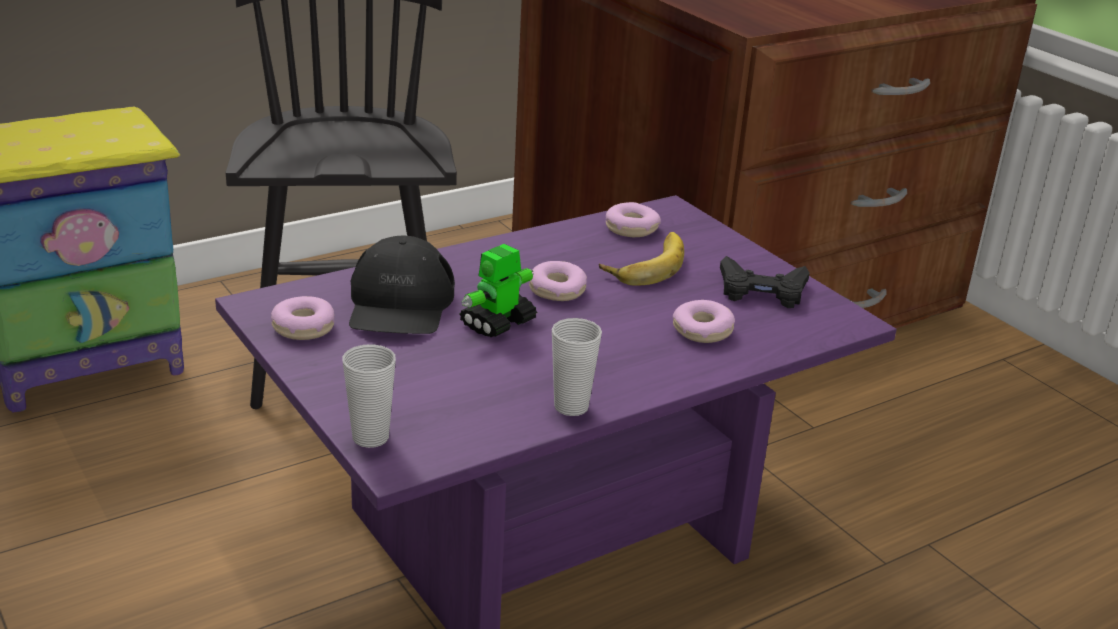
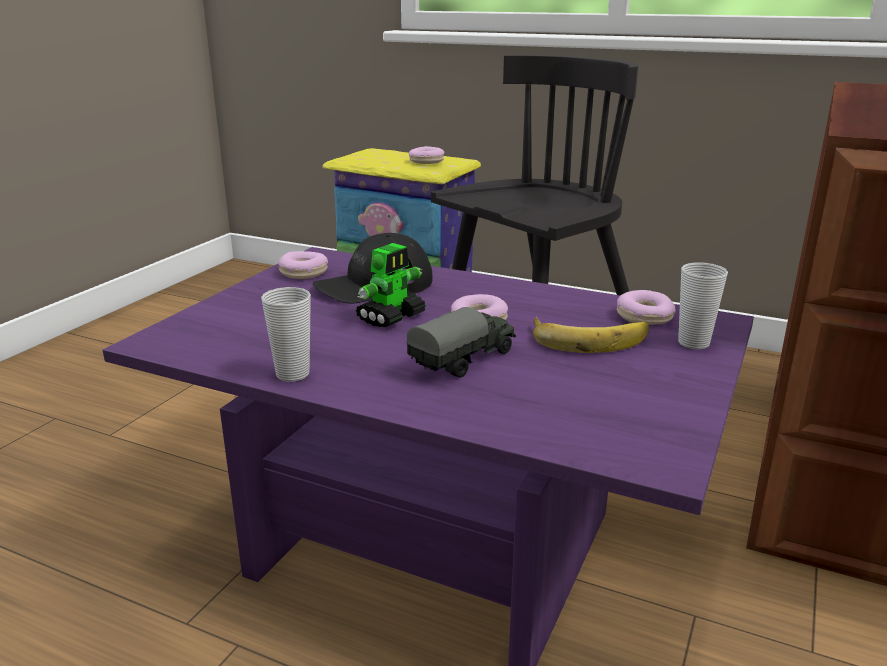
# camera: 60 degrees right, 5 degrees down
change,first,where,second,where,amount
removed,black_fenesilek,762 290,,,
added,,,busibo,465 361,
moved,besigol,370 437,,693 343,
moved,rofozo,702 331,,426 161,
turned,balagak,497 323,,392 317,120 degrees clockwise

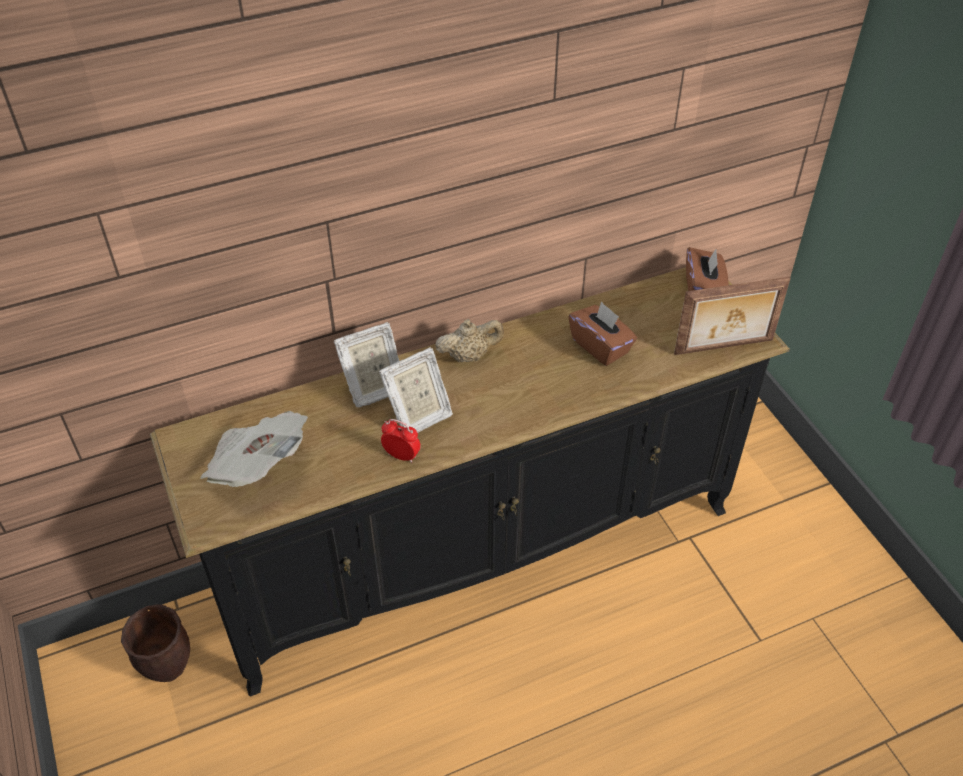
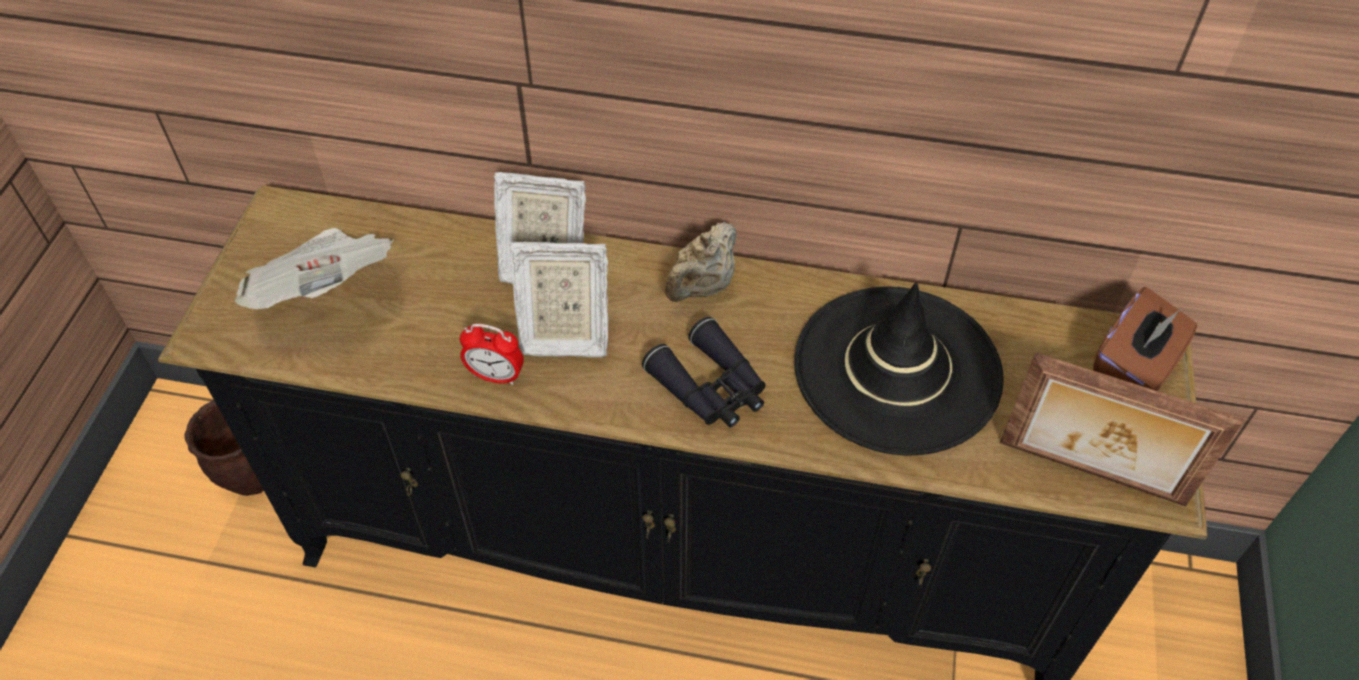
# camera: 35 degrees right, 5 degrees up
change,first,where,second,where,amount
added,,,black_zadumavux,711 388,
replaced,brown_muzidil,600 346,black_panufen,897 370,
turned,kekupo,401 455,,496 376,135 degrees clockwise
turned,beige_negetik,469 356,,702 287,105 degrees clockwise

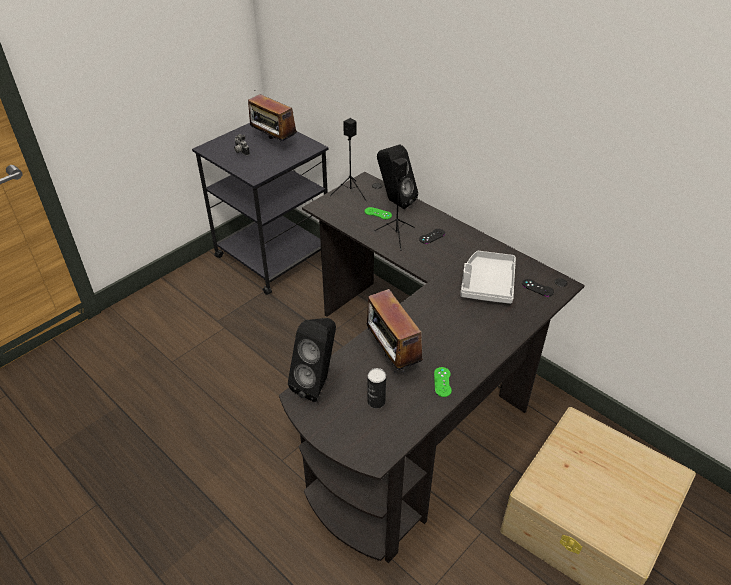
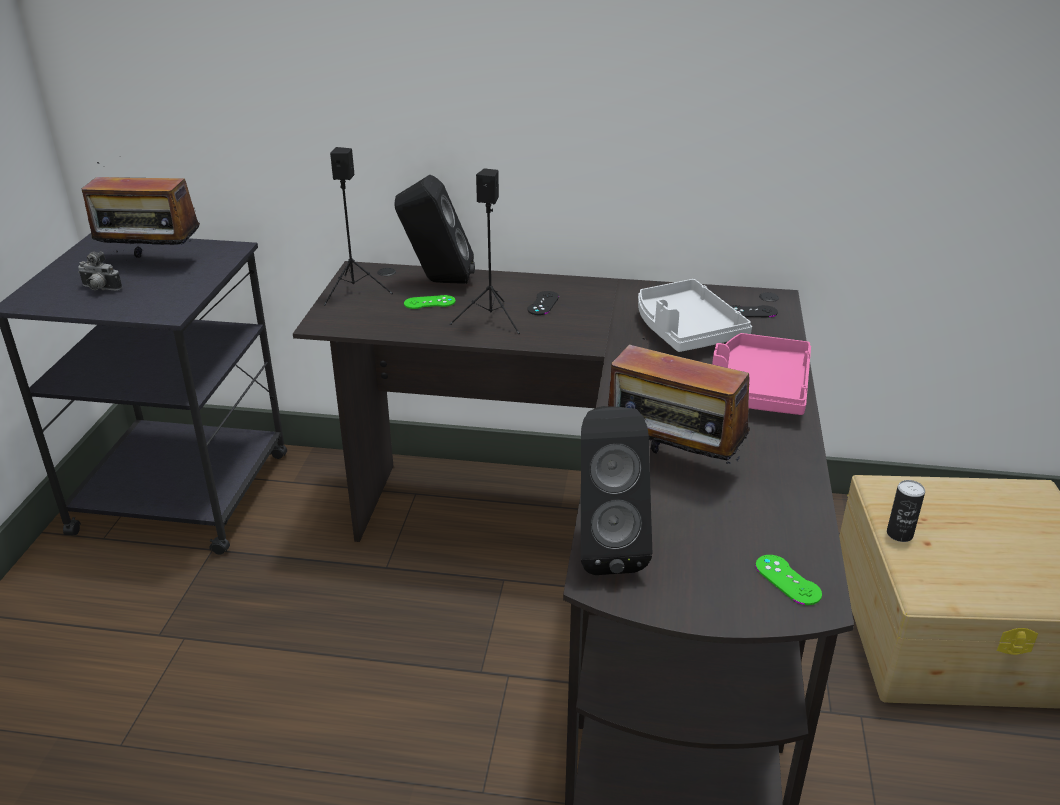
# camera: 35 degrees left, 10 degrees down
change,first,where,second,where,amount
added,,,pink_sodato,758 388,
moved,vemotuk,376 401,,899 534,
moved,green_fenesilek,442 382,,787 580,

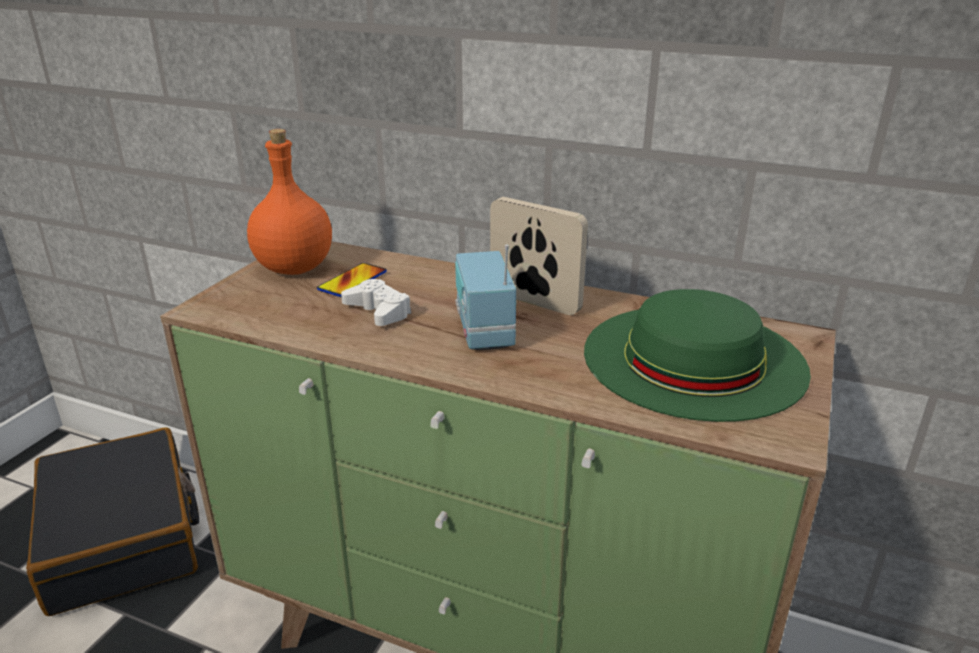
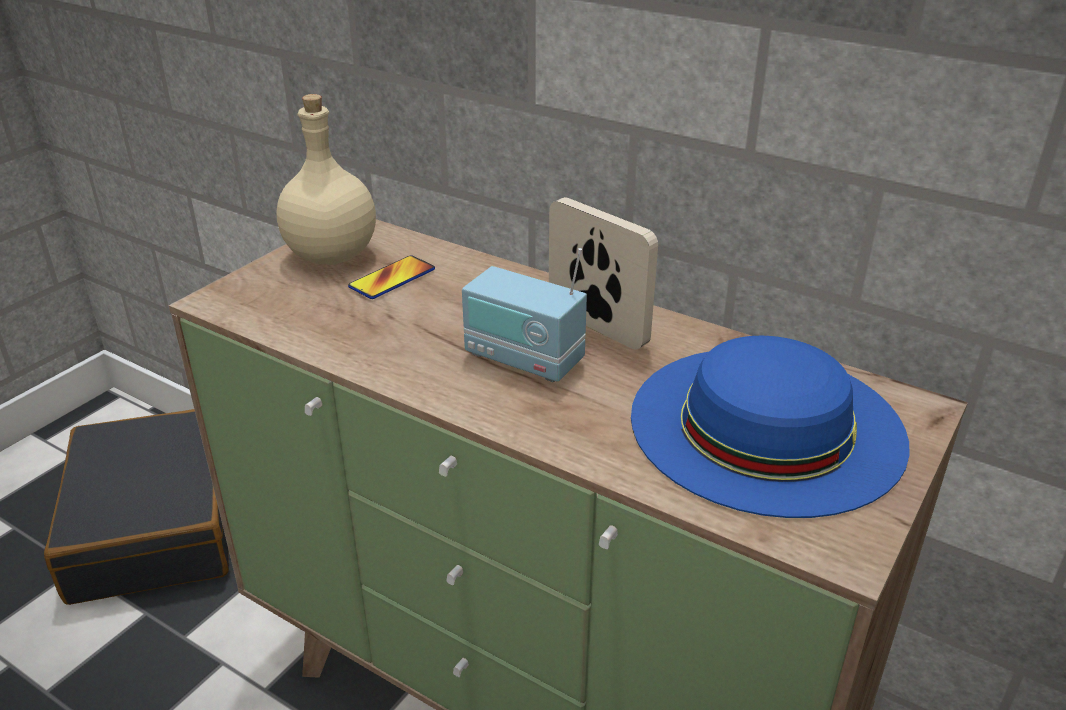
# camera: 10 degrees right, 5 degrees up
change,first,where,second,where,amount
removed,white_fenesilek,378 311,,,
recoloured,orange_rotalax,295 269,beige_rotalax,332 256,
recoloured,green_panufen,694 359,blue_panufen,766 425,
turned,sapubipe,483 330,,523 359,60 degrees counterclockwise

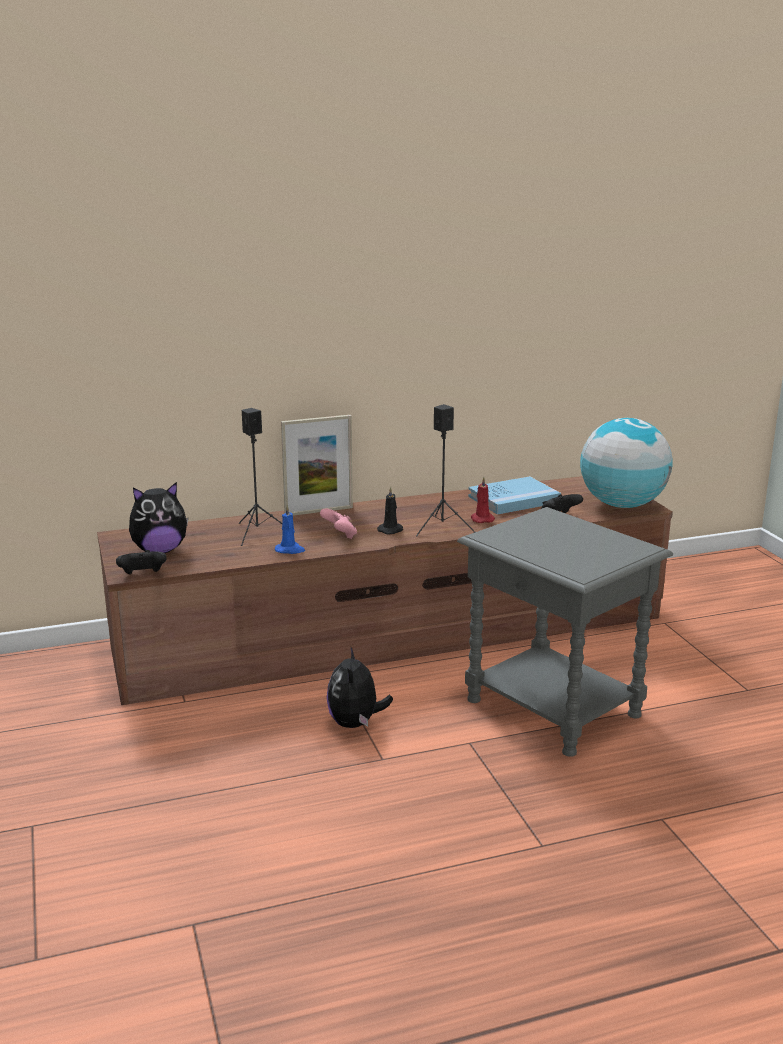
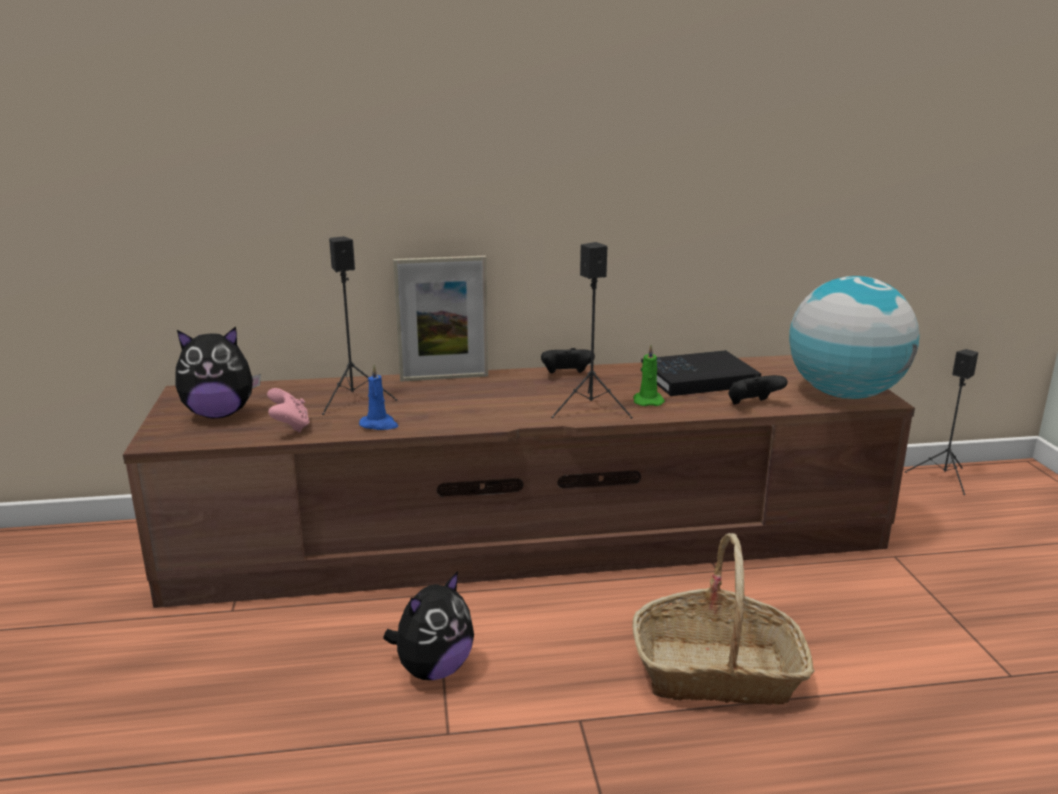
# camera: 10 degrees right, 0 degrees up
change,first,where,second,where,amount
removed,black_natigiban,391 530,,,
added,,,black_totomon,944 478,
moved,black_fenesilek,143 575,,566 375,
moved,pink_fenesilek,340 536,,290 427,
replaced,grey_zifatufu,555 706,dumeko,717 672,
recoloured,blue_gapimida,513 499,black_gapimida,699 378,
recoloured,red_natigiban,481 519,green_natigiban,647 401,
turned,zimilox,356 723,,433 669,150 degrees counterclockwise

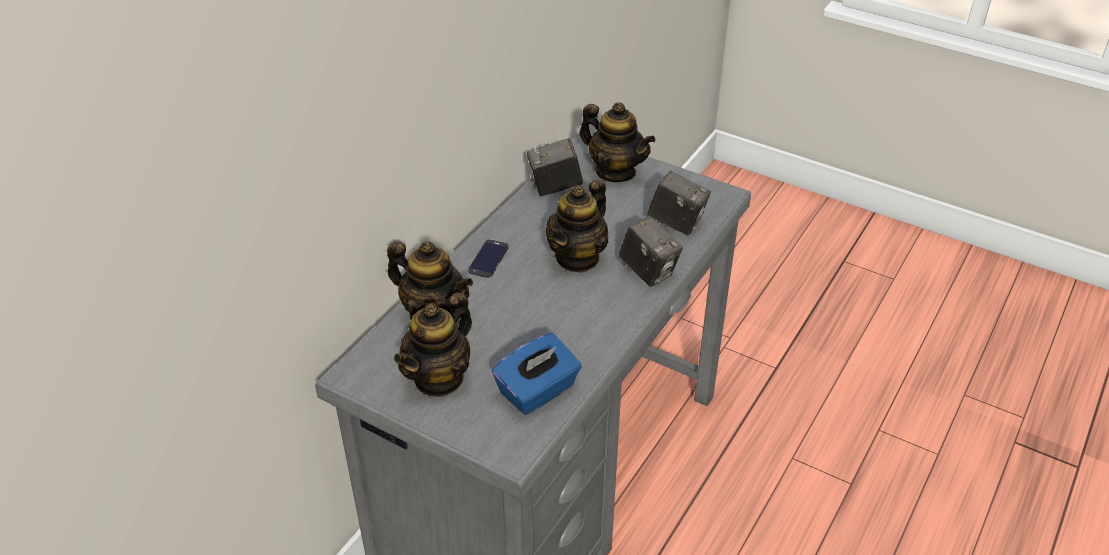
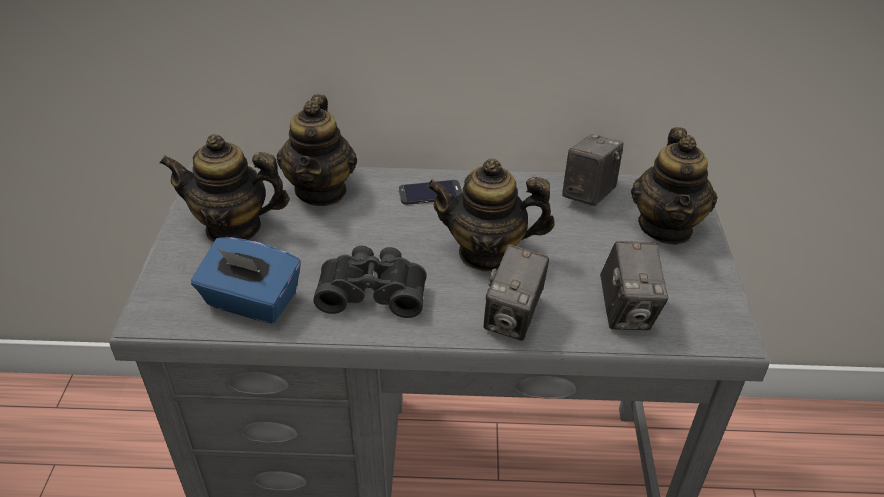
# camera: 60 degrees right, 0 degrees up
change,first,where,second,where,amount
added,,,black_zadumavux,373 291,
turned,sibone,555 187,,588 194,75 degrees clockwise

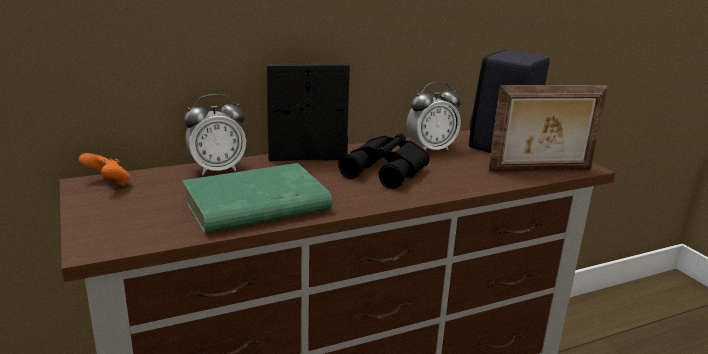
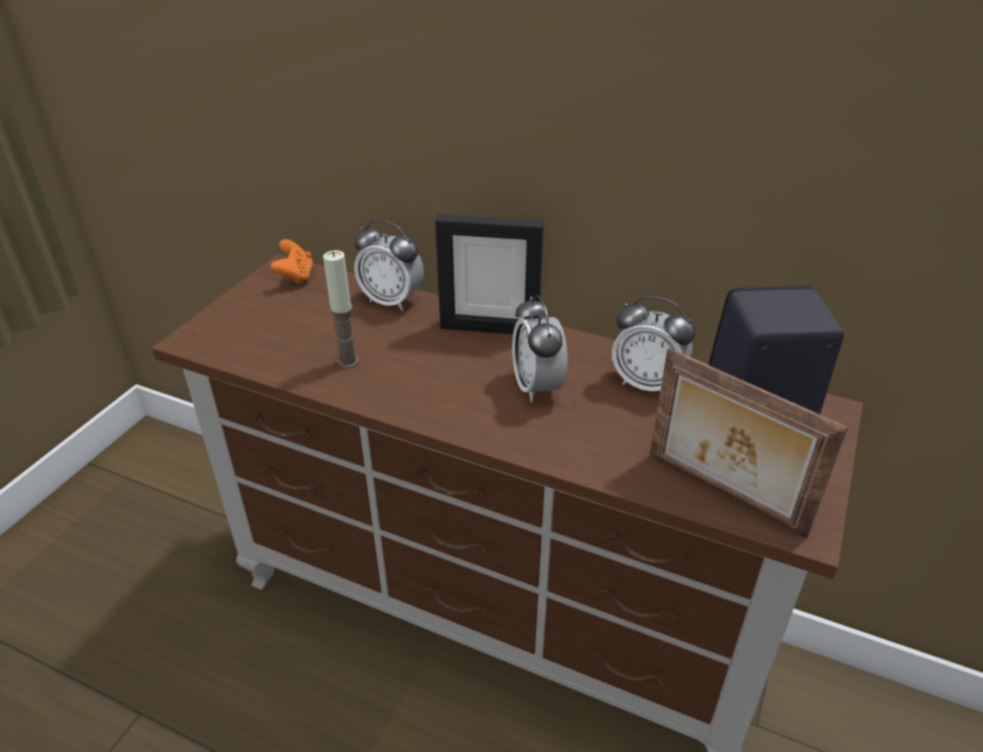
# camera: 50 degrees right, 15 degrees up
change,first,where,second,where,amount
replaced,green_gapimida,255 205,natigiban,348 361,
replaced,black_zadumavux,387 170,kekupo,537 387,
turned,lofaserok,307 158,,490 327,150 degrees clockwise

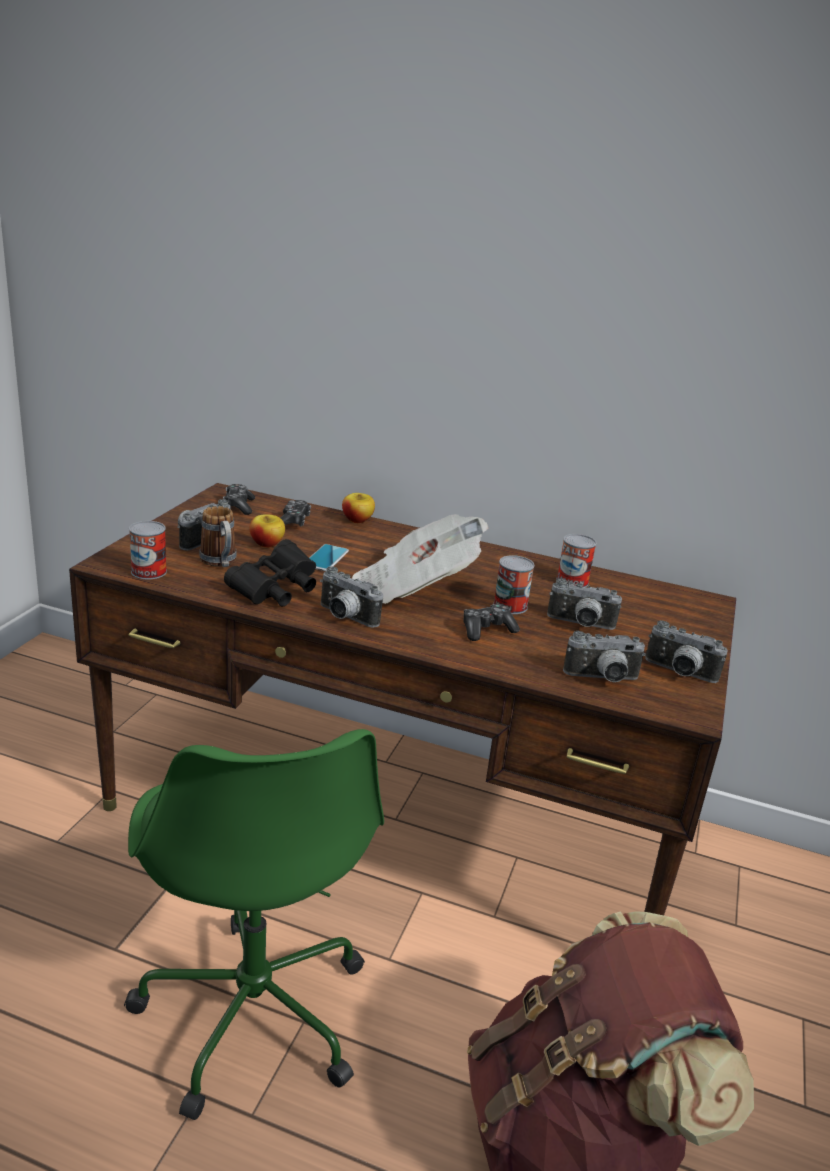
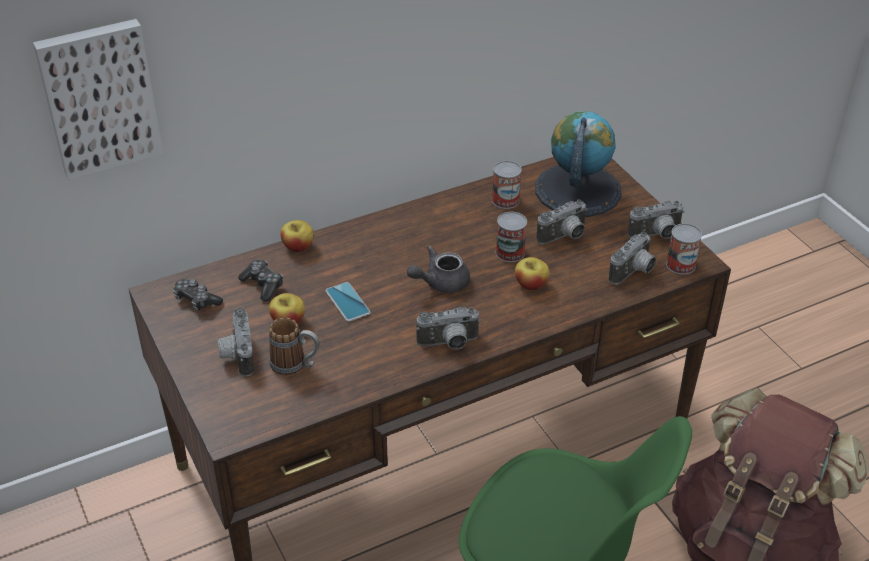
# camera: 45 degrees left, 15 degrees up
change,first,where,second,where,amount
removed,black_zadumavux,275 591,,,
added,,,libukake,99 97,
added,,,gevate,577 190,
moved,vemotuk,149 571,,680 264,
replaced,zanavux,415 588,grey_negetik,440 283,
replaced,fenesilek,487 630,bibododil,531 284,

